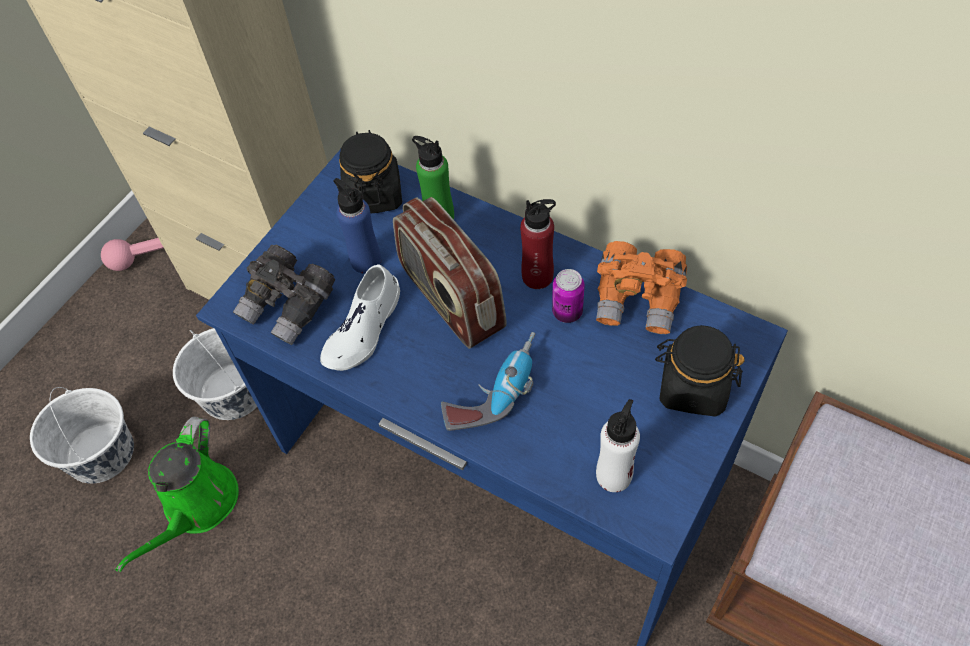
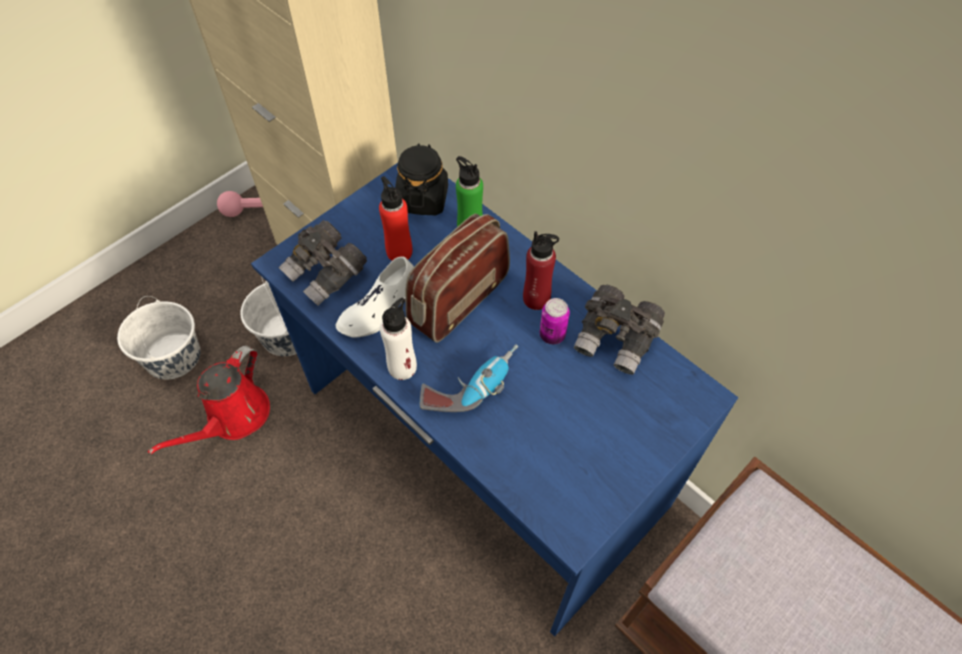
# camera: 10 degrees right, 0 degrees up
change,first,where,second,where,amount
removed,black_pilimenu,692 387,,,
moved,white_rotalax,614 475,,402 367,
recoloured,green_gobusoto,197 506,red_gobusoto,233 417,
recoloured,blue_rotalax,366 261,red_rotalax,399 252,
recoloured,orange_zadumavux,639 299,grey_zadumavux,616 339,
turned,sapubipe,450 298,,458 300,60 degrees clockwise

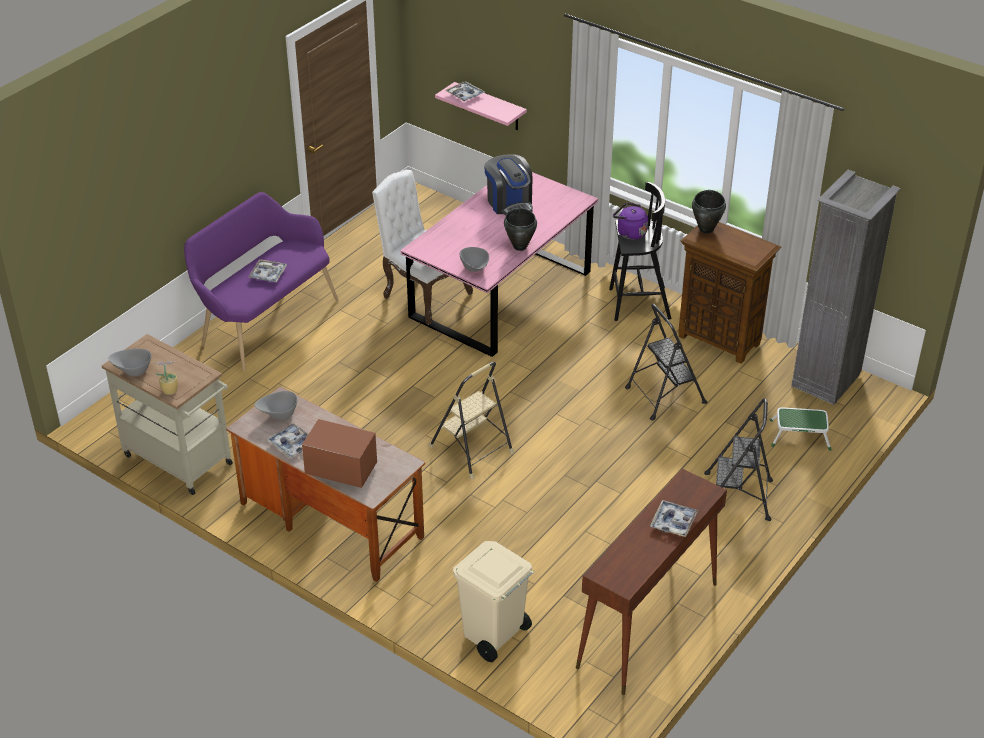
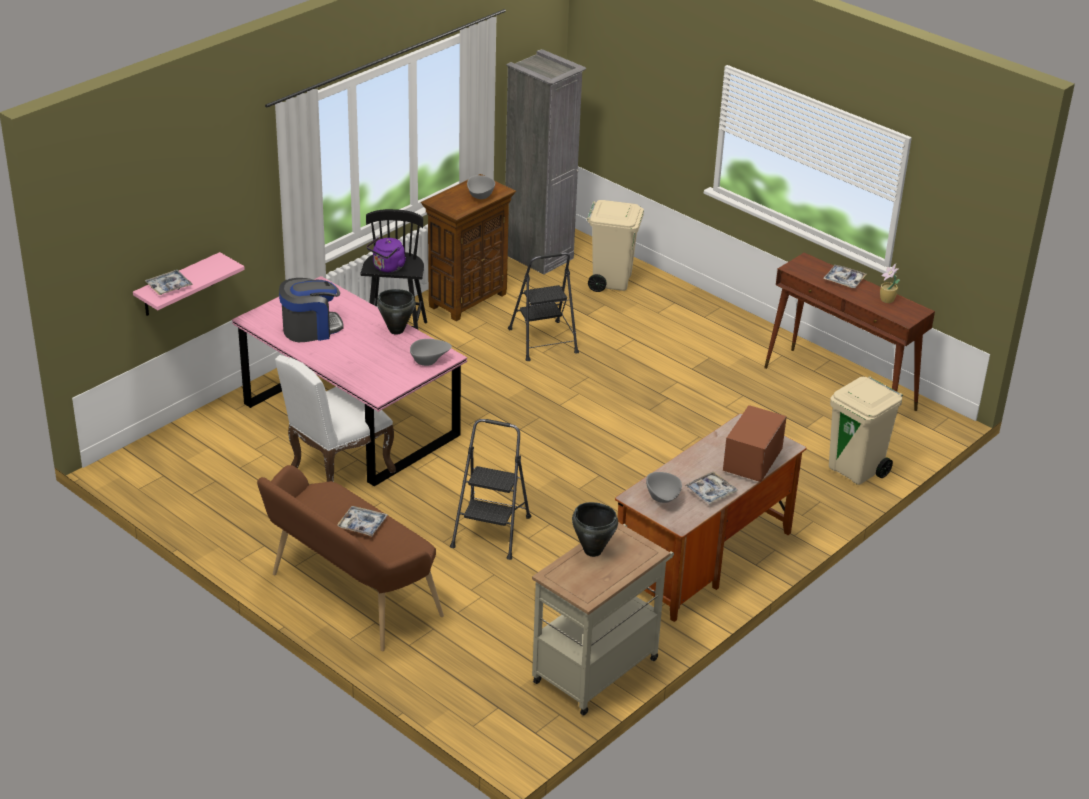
# camera: 85 degrees left, 5 degrees down
change,first,where,second,where,amount
removed,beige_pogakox,472 450,,,
moved,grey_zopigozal,133 371,,479 197,
moved,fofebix,169 390,,887 300,
moved,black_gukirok,706 229,,592 550,
moved,black_pogakox,739 496,,492 529,
replaced,green_pogakox,800 435,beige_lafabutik,611 281,
recoloured,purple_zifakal,264 321,brown_zifakal,348 597,

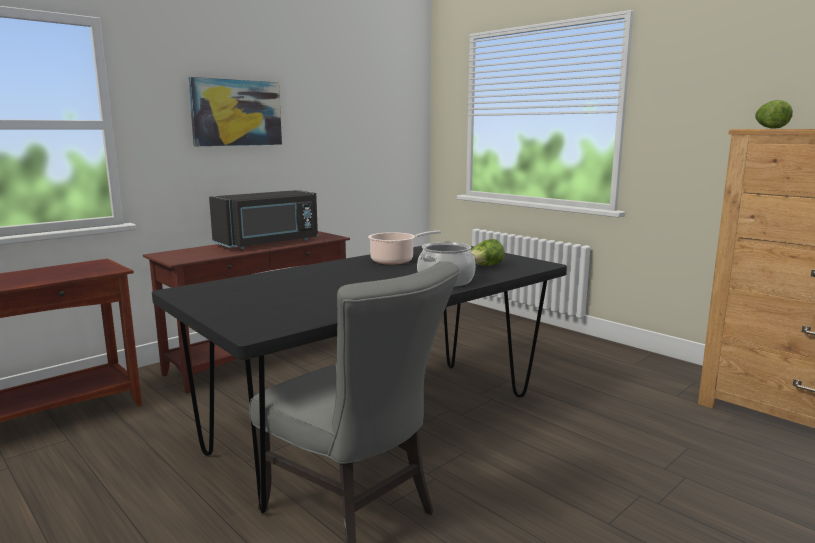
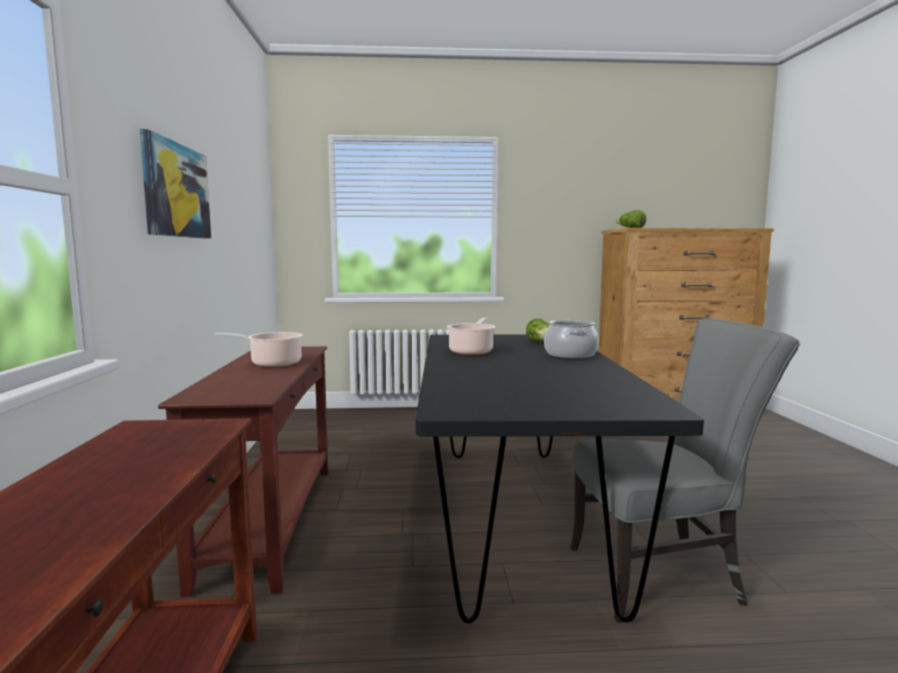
# camera: 50 degrees left, 5 degrees down
change,first,where,second,where,amount
replaced,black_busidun,269 243,gukirok,272 363,

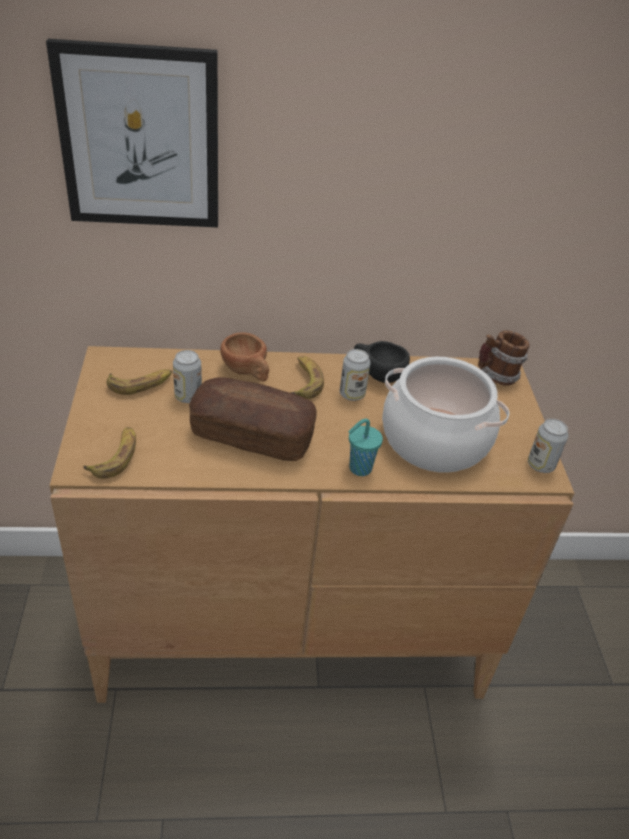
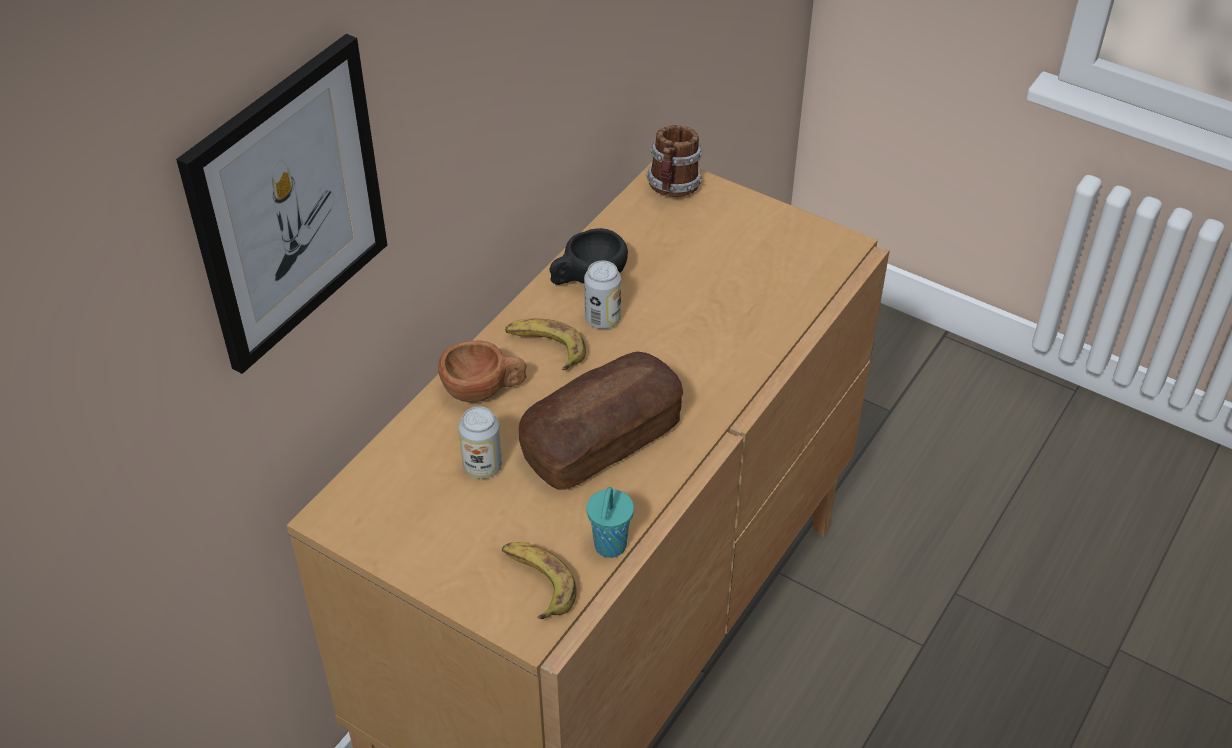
# camera: 50 degrees left, 5 degrees up
change,first,where,second,where,amount
removed,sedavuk,140 384,,,
removed,gukirok,434 440,,,
removed,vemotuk,540 465,,,
moved,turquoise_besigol,359 469,,609 547,

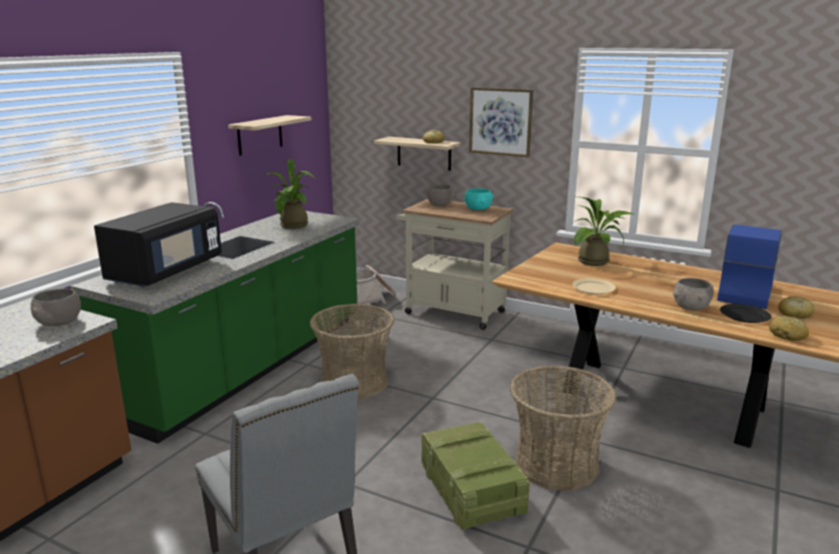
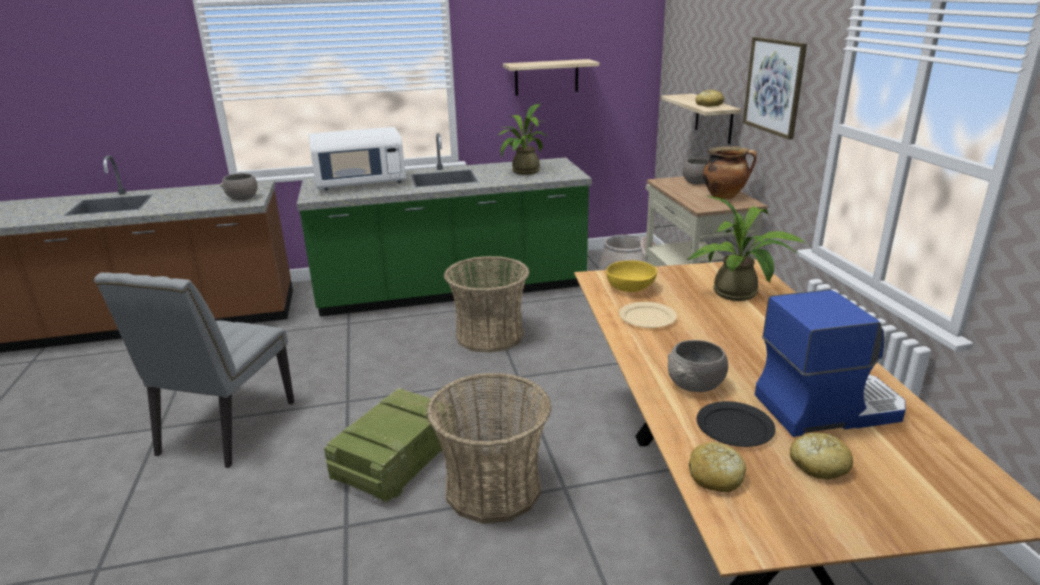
# camera: 50 degrees right, 5 degrees up
change,first,where,second,where,amount
added,,,yellow_zopigozal,631 287,
replaced,turquoise_zopigozal,478 208,gukirok,725 196,
recoloured,black_busidun,165 272,white_busidun,360 184,

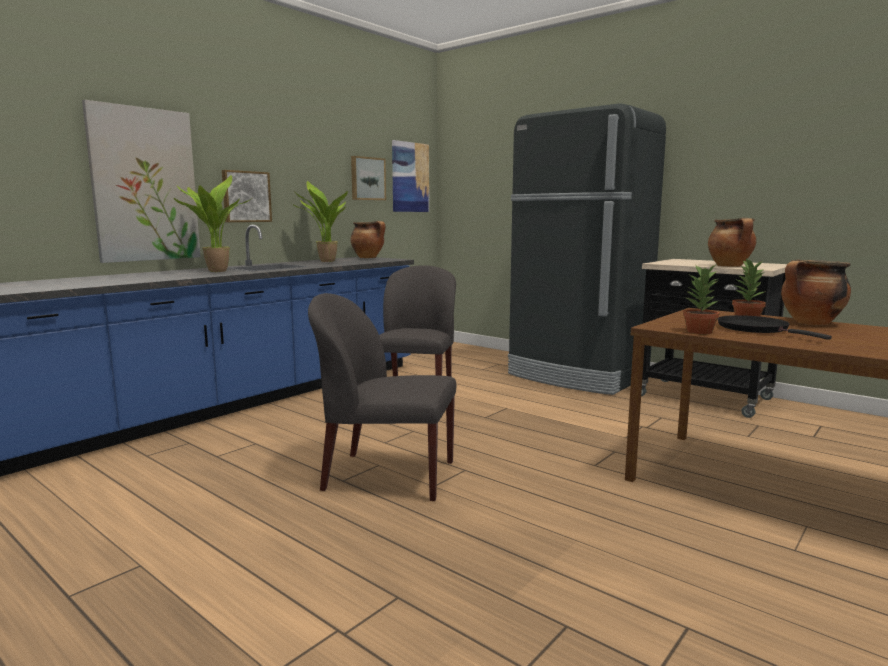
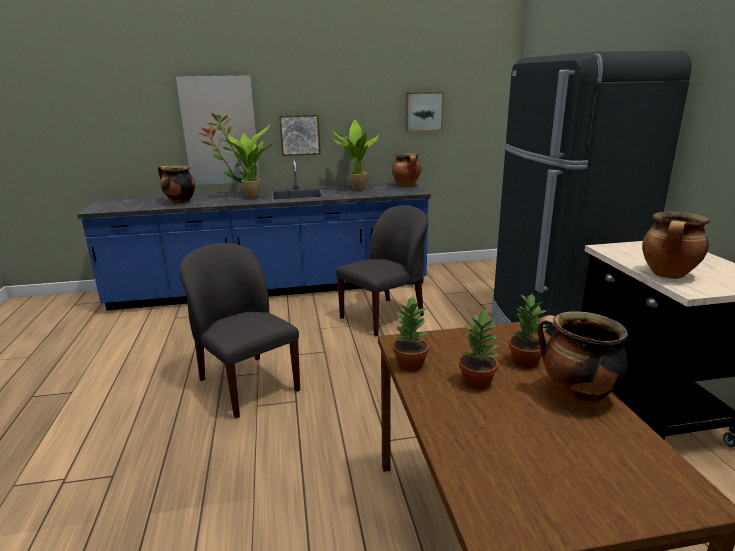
# camera: 40 degrees right, 10 degrees up
change,first,where,second,where,amount
removed,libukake,410 177,,,
added,,,gukirok,179 202,
replaced,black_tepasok,757 329,fofebix,478 382,

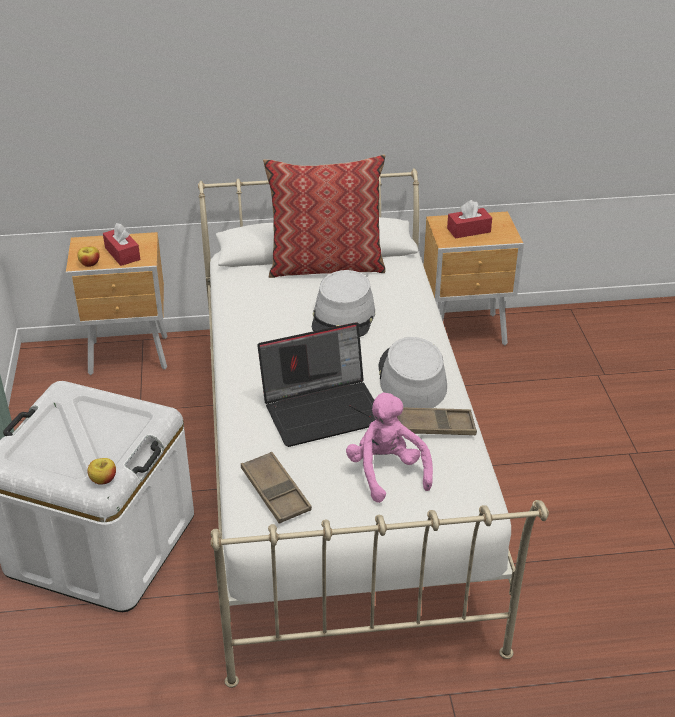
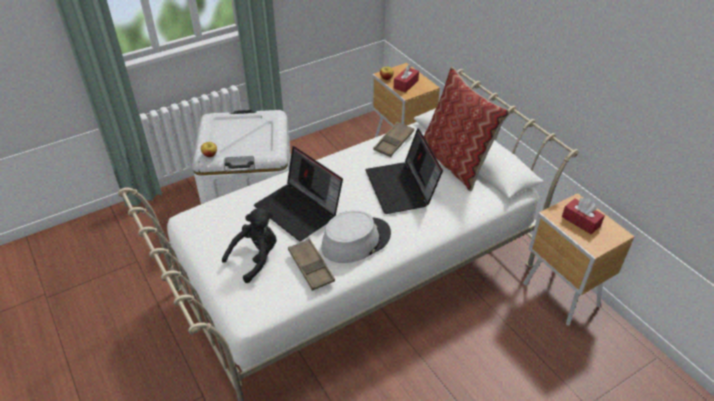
# camera: 65 degrees right, 5 degrees up
change,first,where,second,where,amount
moved,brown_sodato,275 492,,394 142,
replaced,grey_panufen,343 317,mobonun,402 188,
recoloured,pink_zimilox,387 472,black_zimilox,256 258,

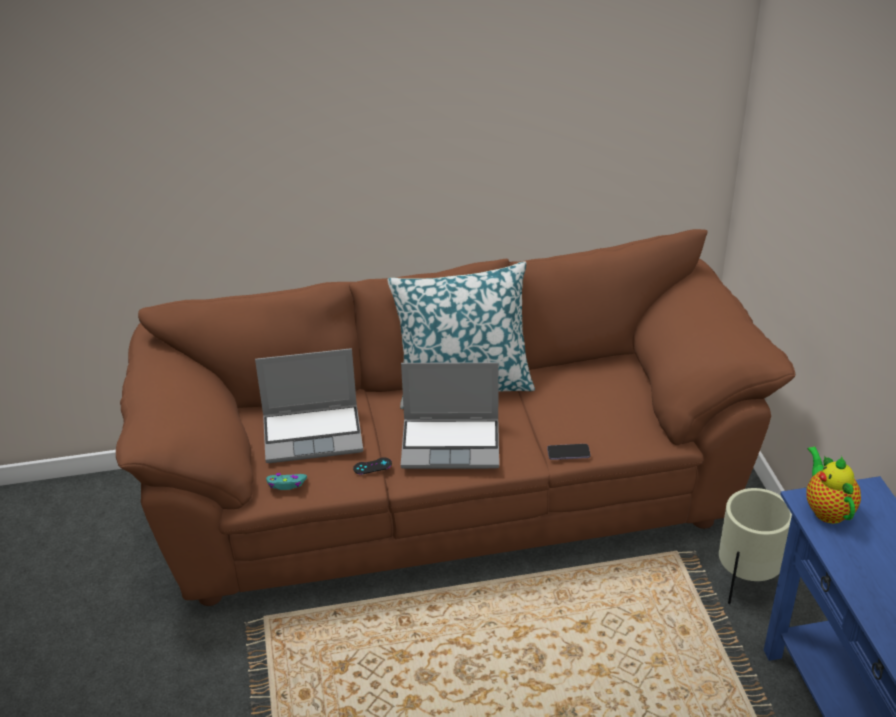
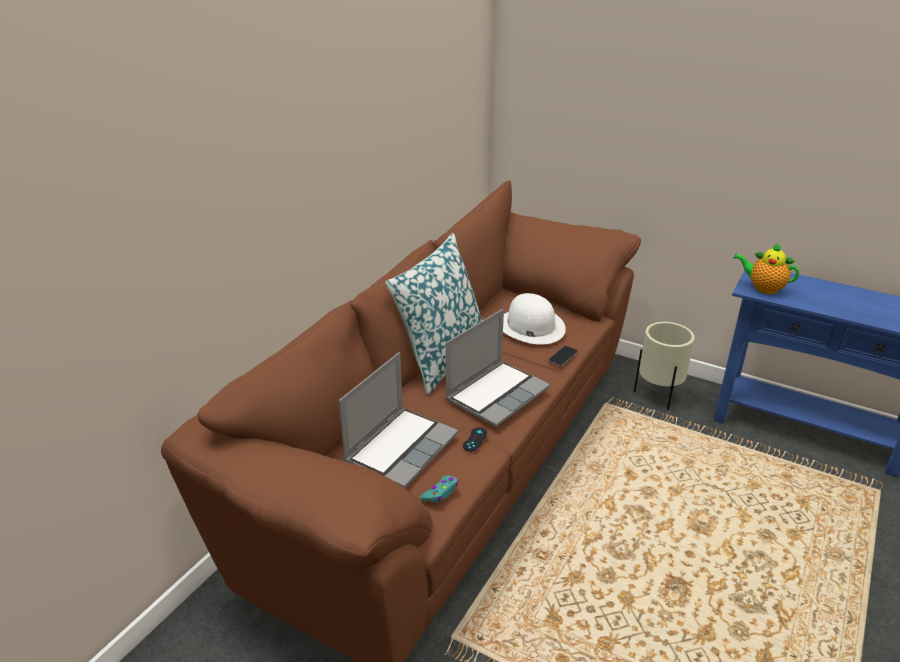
# camera: 50 degrees left, 5 degrees down
change,first,where,second,where,amount
added,,,white_panufen,530 326,

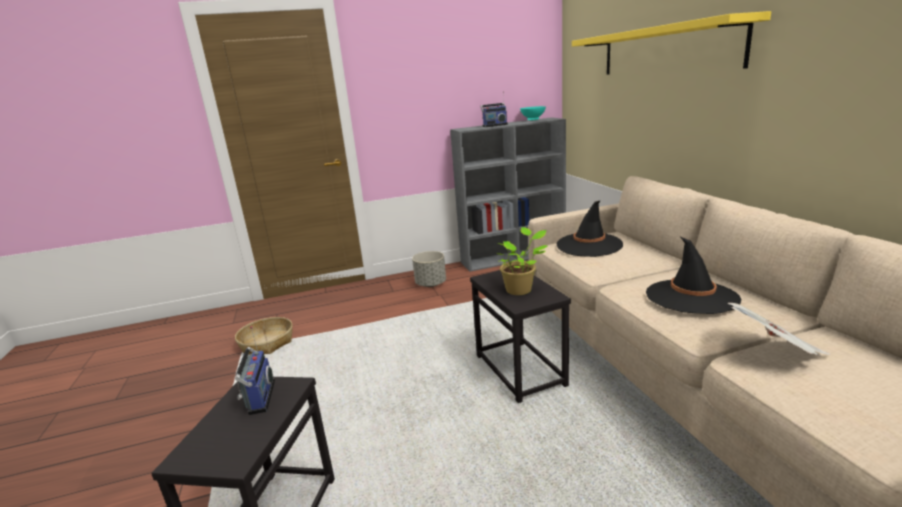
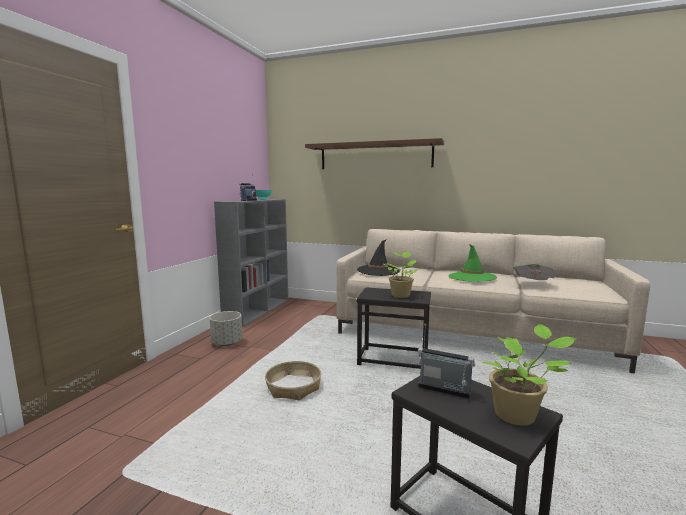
# camera: 55 degrees left, 10 degrees down
change,first,where,second,where,amount
added,,,fofebix,518 415,
moved,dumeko,267 343,,293 387,
recoloured,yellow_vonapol,666 50,brown_vonapol,375 156,
recoloured,black_panufen,691 297,green_panufen,472 277,

